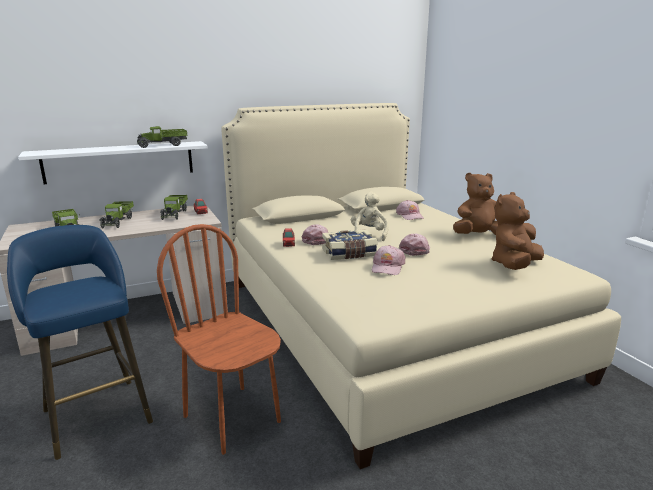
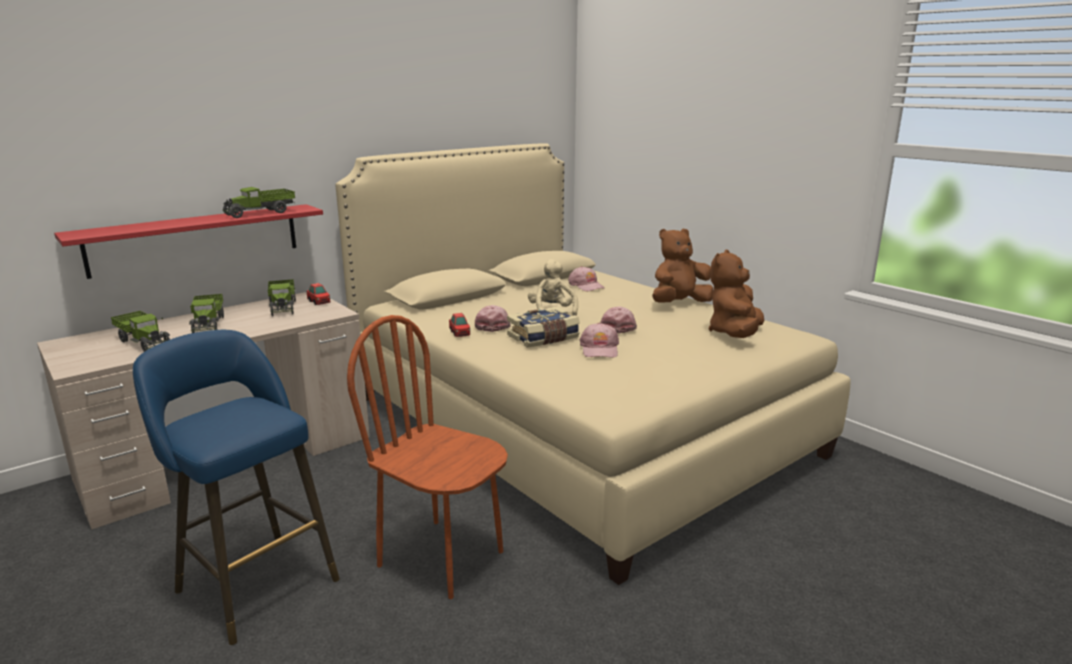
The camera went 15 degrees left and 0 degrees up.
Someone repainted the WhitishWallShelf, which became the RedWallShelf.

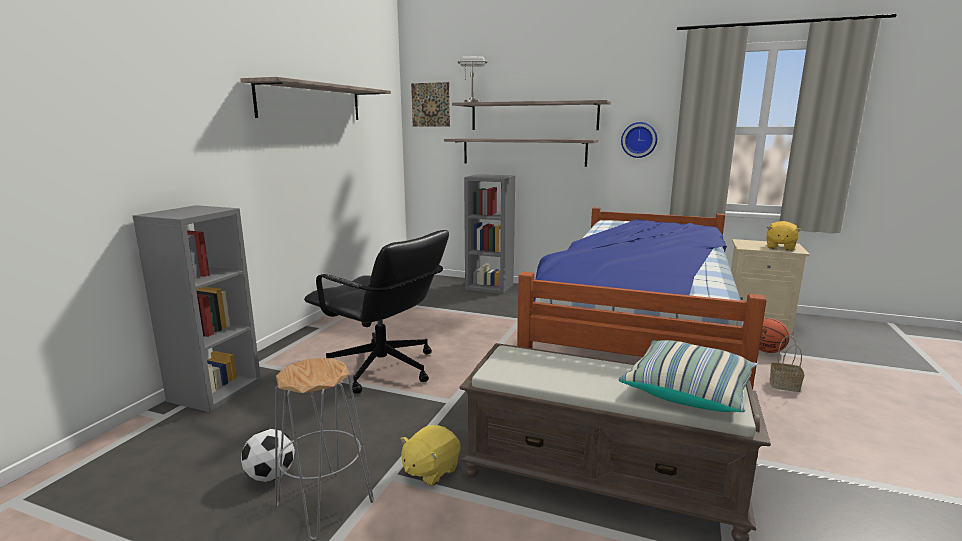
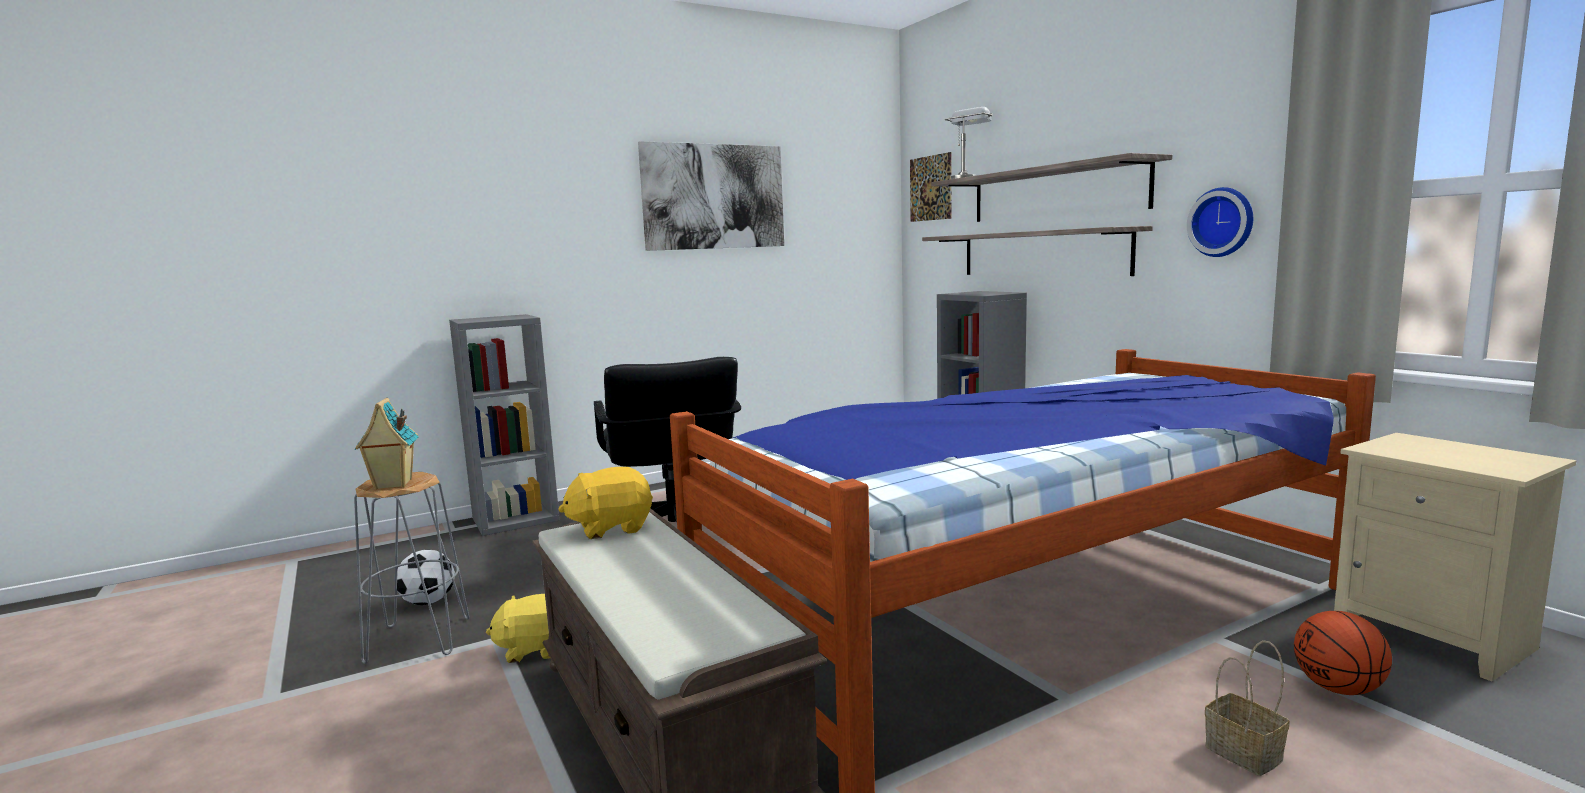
The camera went 40 degrees right and 5 degrees down.
Someone swapped the WallShelf (no. 1 from left) for the WallPicture (no. 1 from left).
Someone took away the Pillow.
Someone carried the YellowishCuddlyToy (no. 2 from left).
Someone put down the ModelHouse.

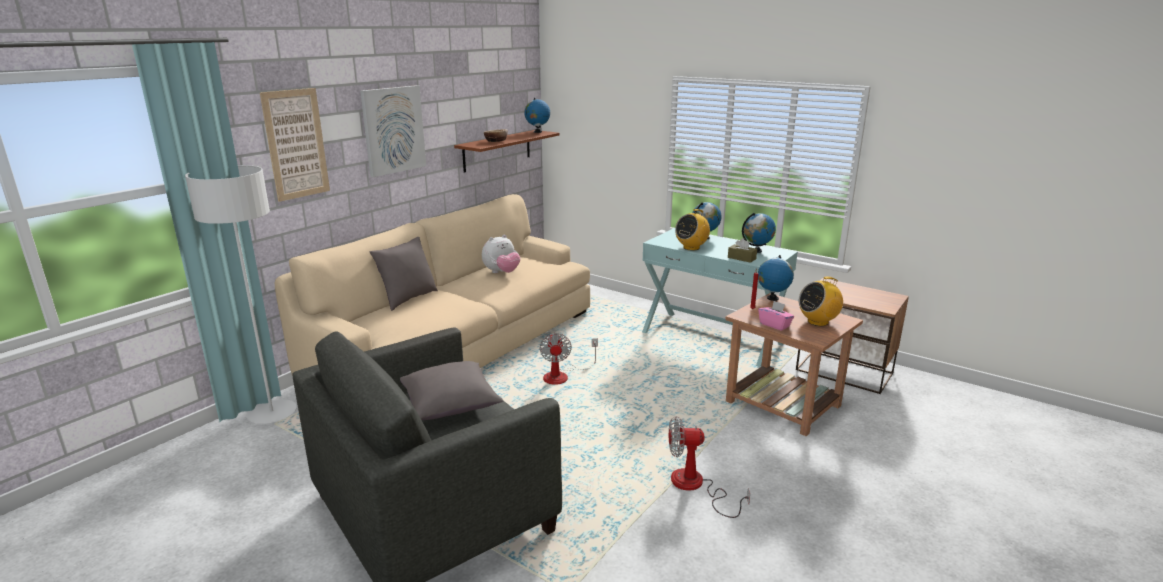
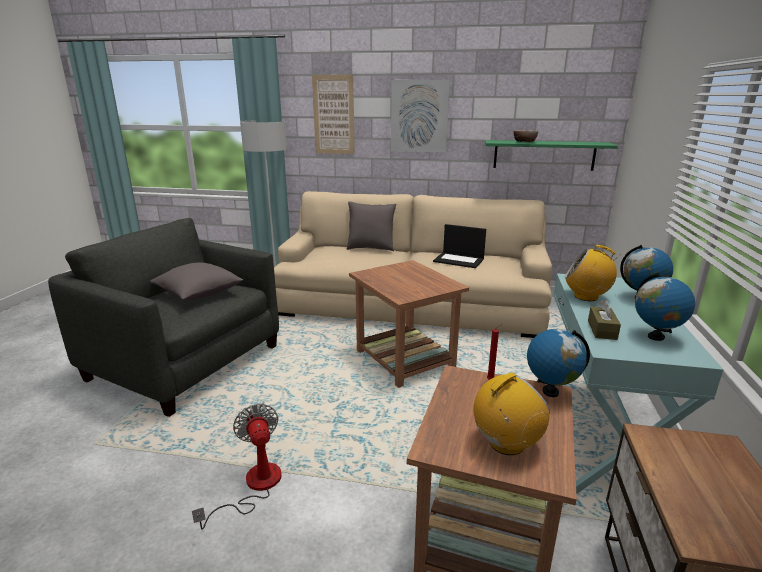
The camera went 65 degrees right and 0 degrees up.
Someone repainted the BrownColouredWallShelf, which became the GreenColouredWallShelf.
Someone swapped the CuddlyToy for the NotebookComputer.
Someone took away the Globe (no. 1 from left).
Someone swapped the CoolingFan (no. 1 from left) for the BrownColouredEndTable (no. 1 from left).
Someone took away the PinkTissueHolder.
Someone rotated the RadioSet (no. 2 from left in the first image) by 105 degrees clockwise.

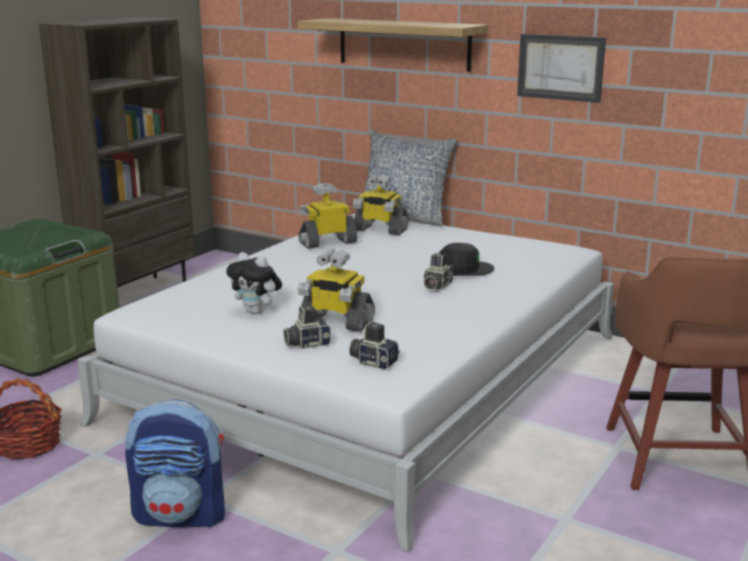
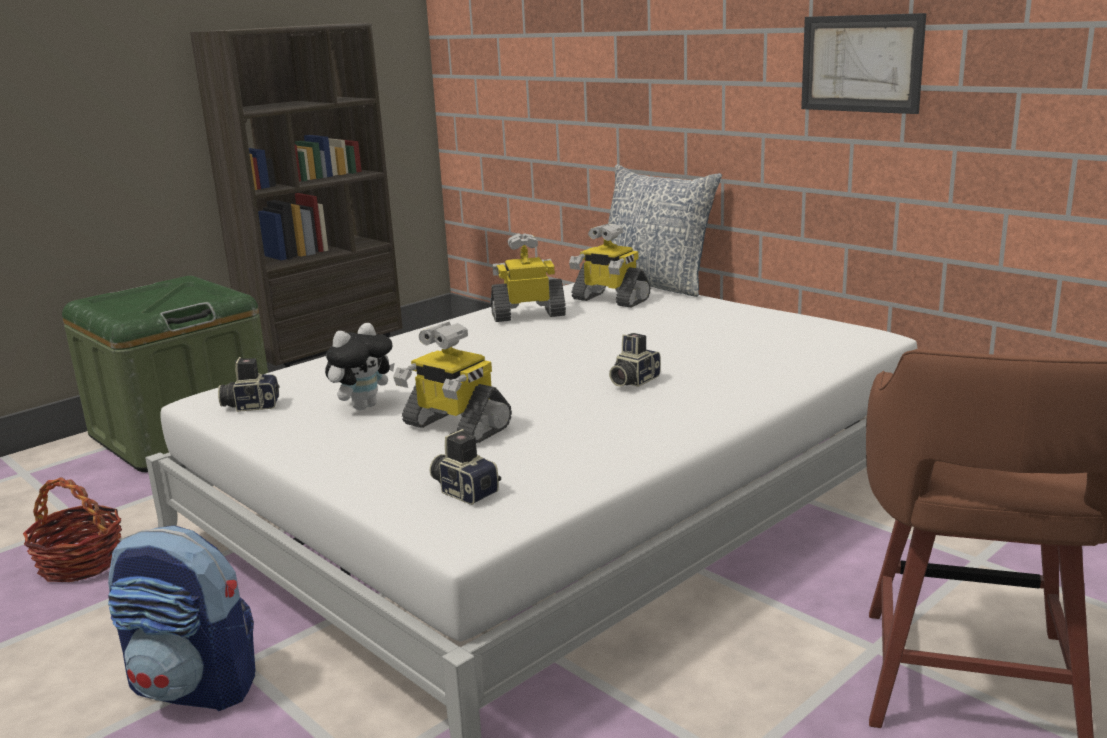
The camera went 15 degrees right and 0 degrees up.
Someone rotated the CuddlyToy by 90 degrees counterclockwise.
Someone carried the StillCamera (no. 1 from left).
Someone took away the WallShelf.
Someone took away the BlackishCap.

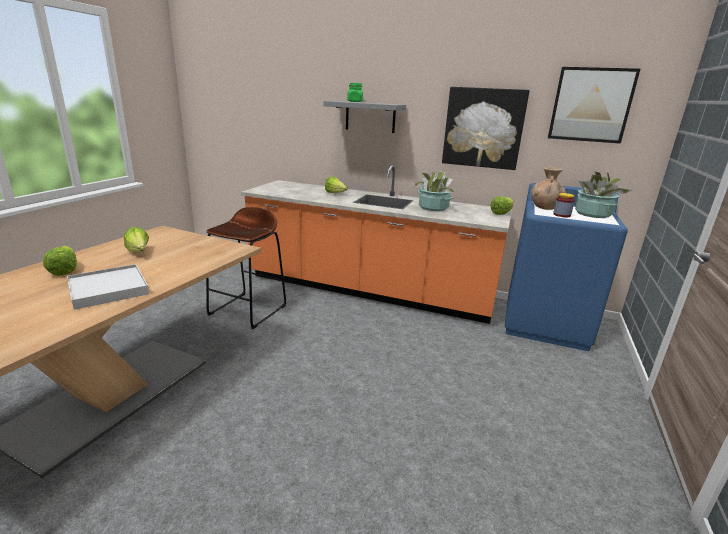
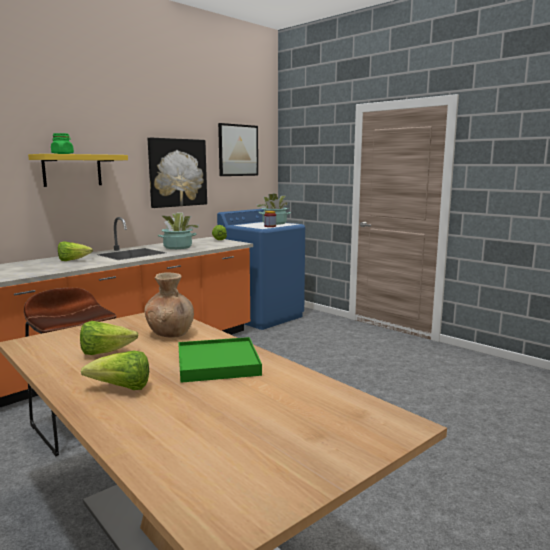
The camera went 65 degrees left and 10 degrees down.
Someone repainted the WhitishCarryingTray, which became the GreenColouredCarryingTray.
Someone repainted the GrayWallShelf, which became the YellowishWallShelf.
Someone carried the BrownColouredVase.

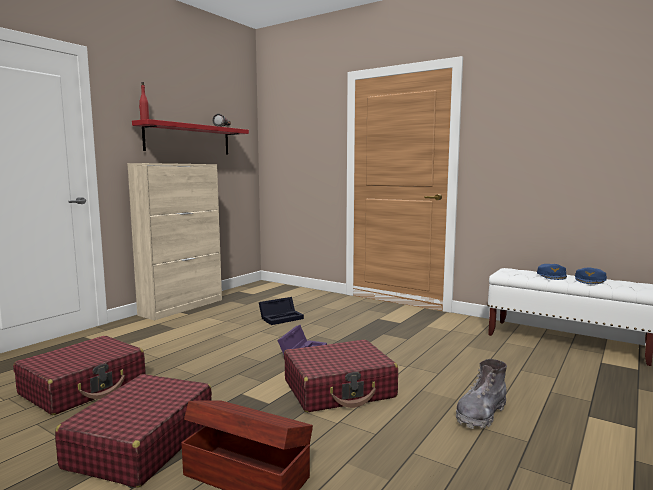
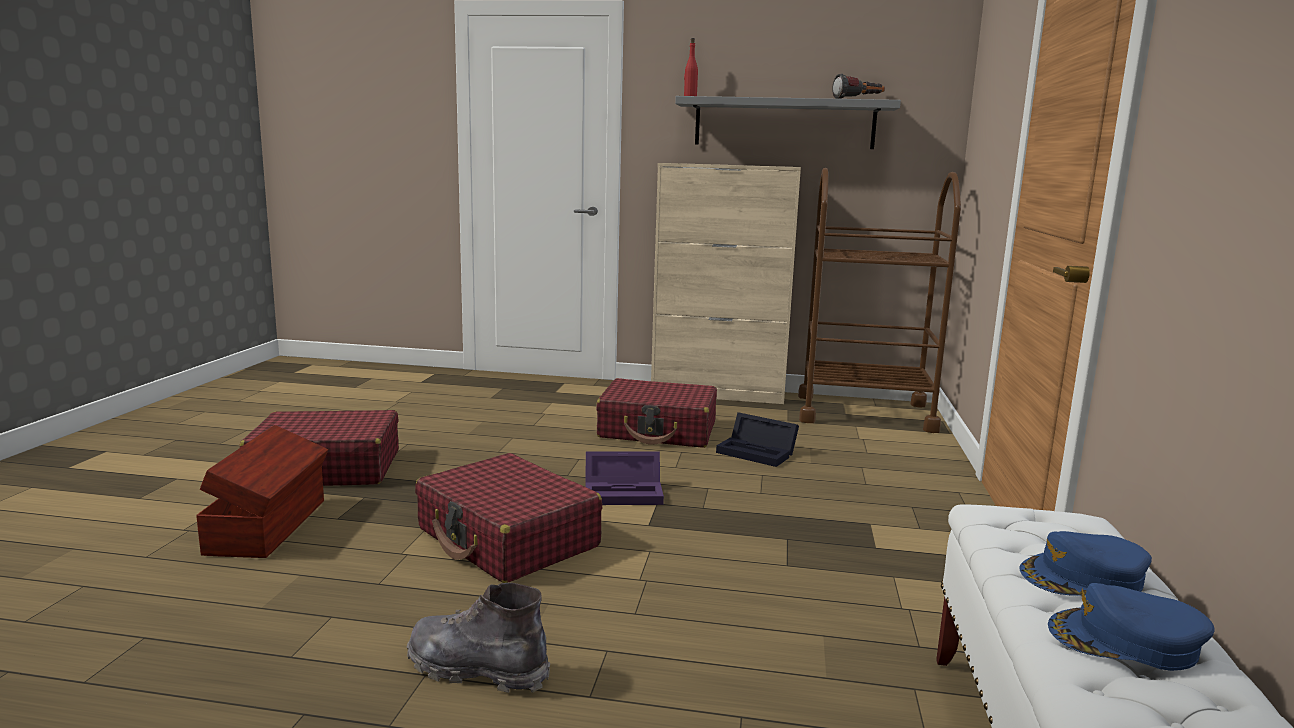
The camera went 65 degrees right and 5 degrees up.
Someone carried the RedPieceOfLuggage (no. 1 from left in the first image).
Someone repainted the RedWallShelf, which became the GrayWallShelf.
Someone put down the BrownColouredWheeledCart.

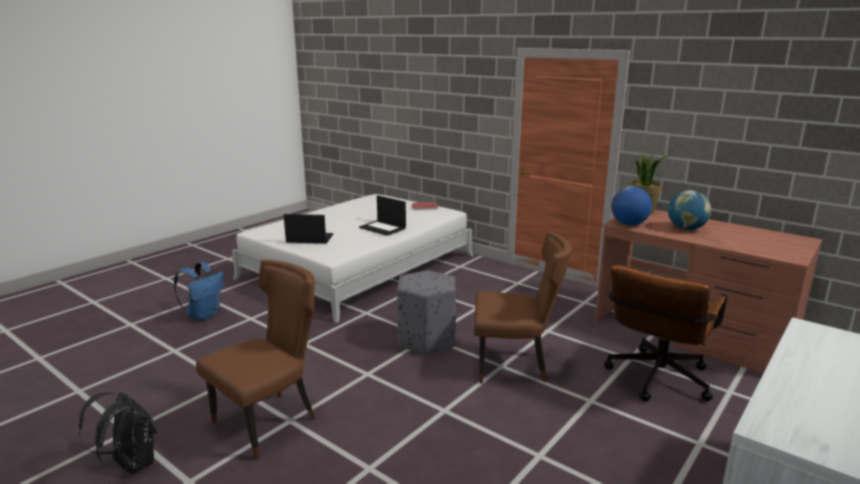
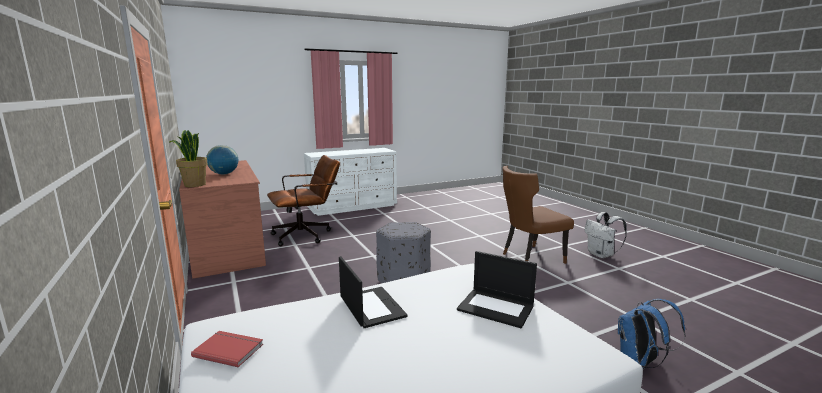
The camera went 155 degrees left and 5 degrees down.
Someone repainted the BlackishRucksack, which became the WhitishRucksack.
Someone took away the BrownColouredChair (no. 2 from left).
Someone took away the Globe (no. 1 from left).

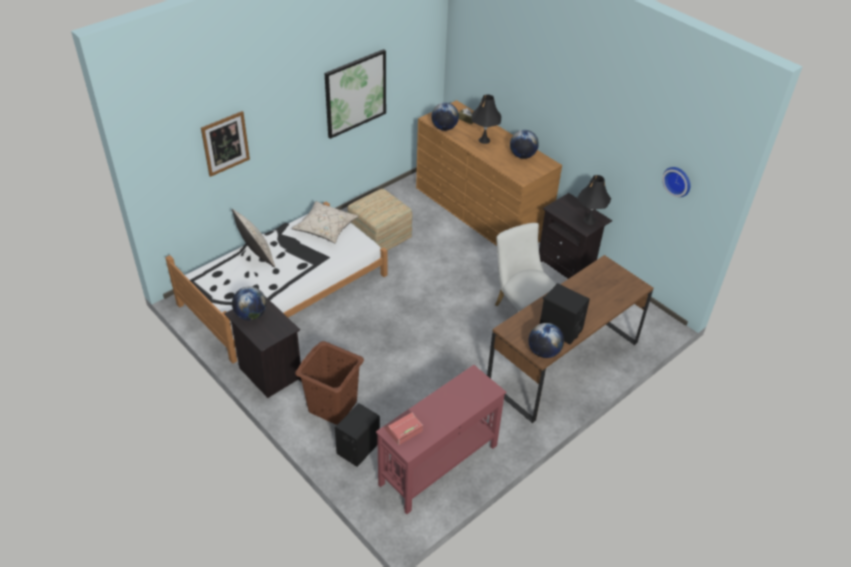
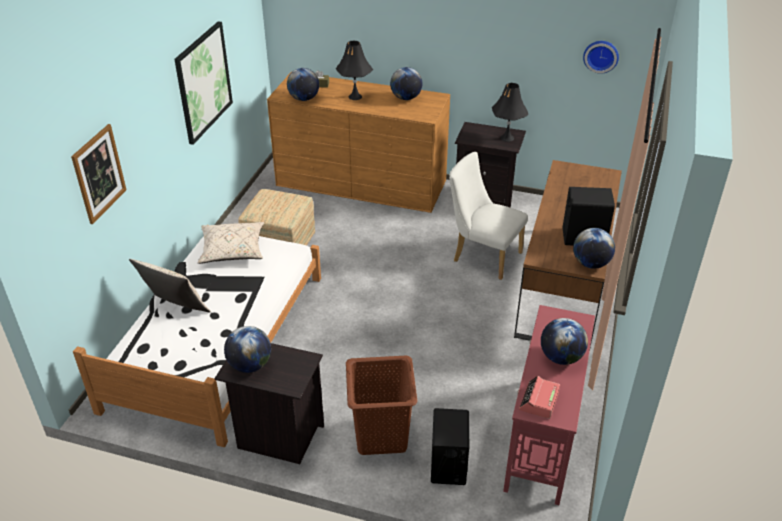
The camera went 30 degrees left and 5 degrees down.
Someone put down the Globe (no. 4 from left).

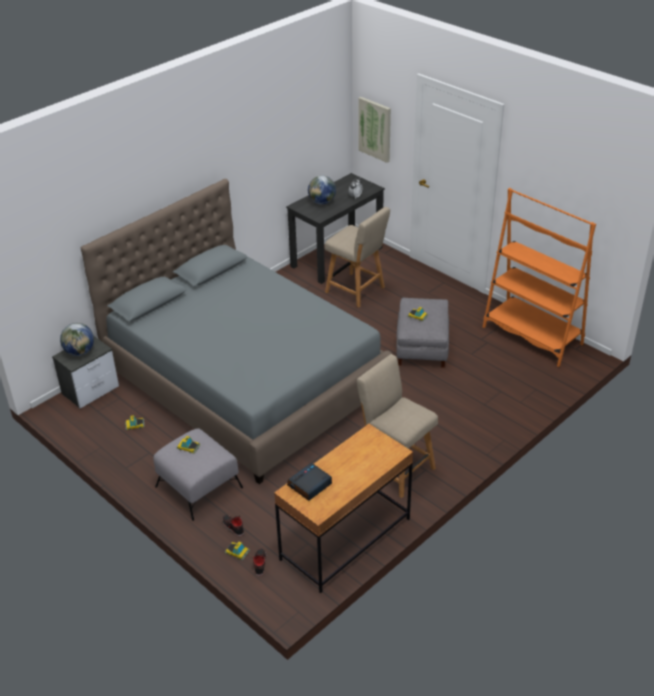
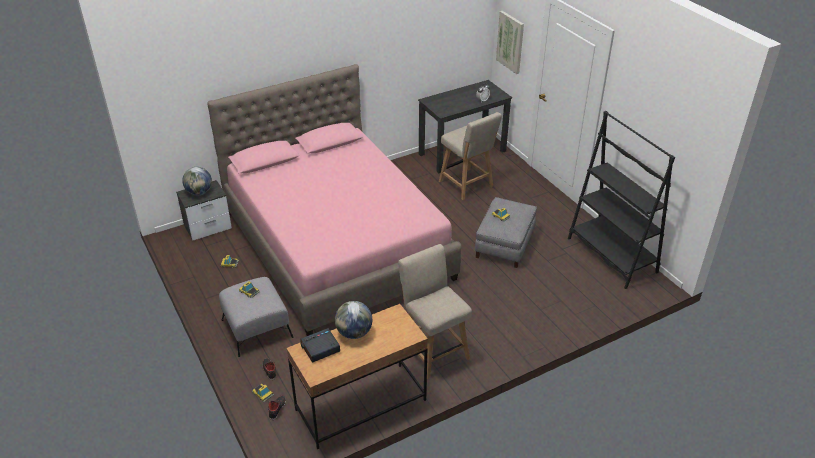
The camera went 15 degrees right and 0 degrees up.
Someone repainted the GrayBedroomBed, which became the PinkBedroomBed.
Someone carried the Globe (no. 2 from left).
Someone repainted the OrangeBookshelf, which became the BlackishBookshelf.

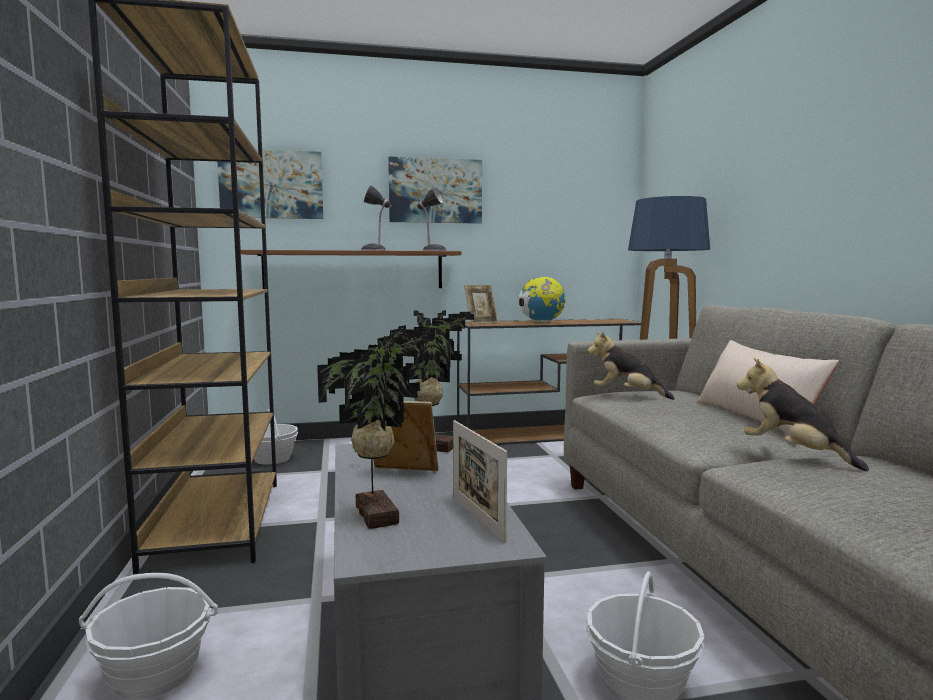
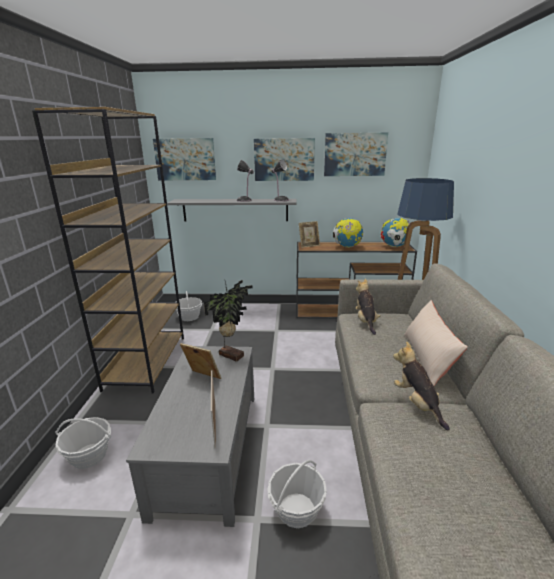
The camera went 15 degrees right and 15 degrees up.
Someone repainted the BrownColouredWallShelf, which became the GrayWallShelf.
Someone took away the Houseplant (no. 1 from left).
Someone rotated the CuddlyToy (no. 1 from left) by 45 degrees clockwise.
Someone put up the WallPicture (no. 3 from left).
Someone put down the Globe (no. 2 from left).

